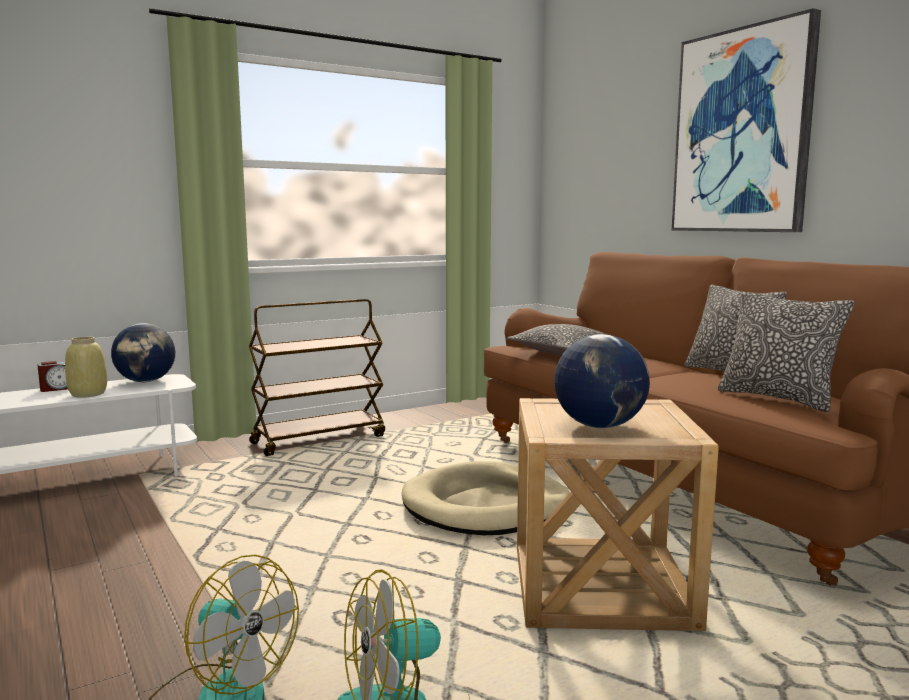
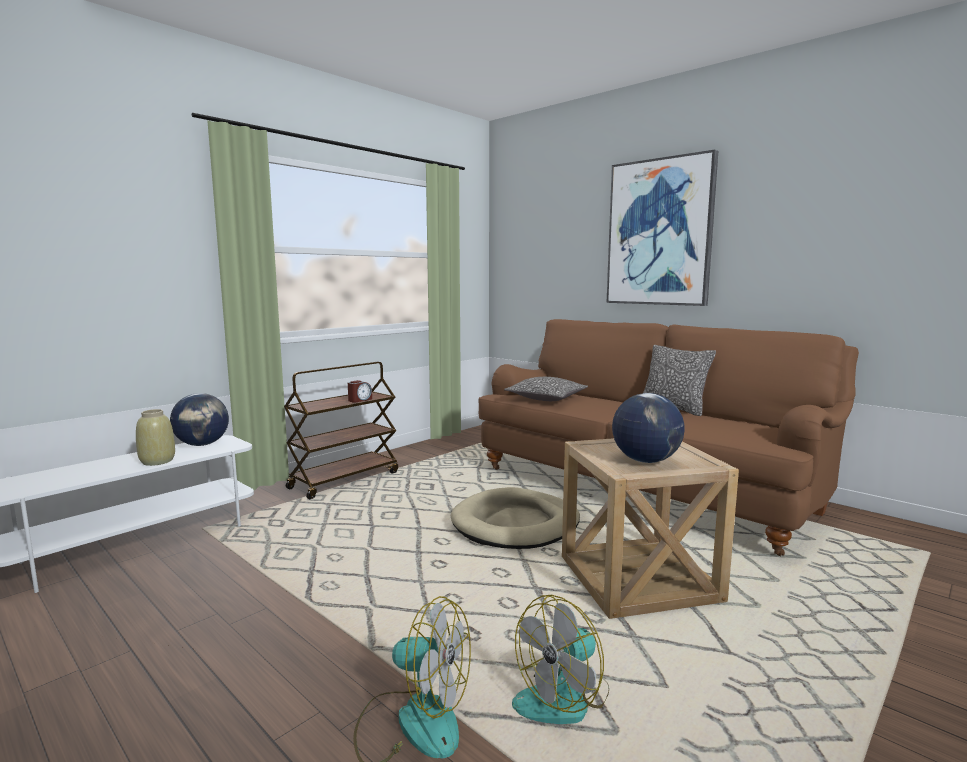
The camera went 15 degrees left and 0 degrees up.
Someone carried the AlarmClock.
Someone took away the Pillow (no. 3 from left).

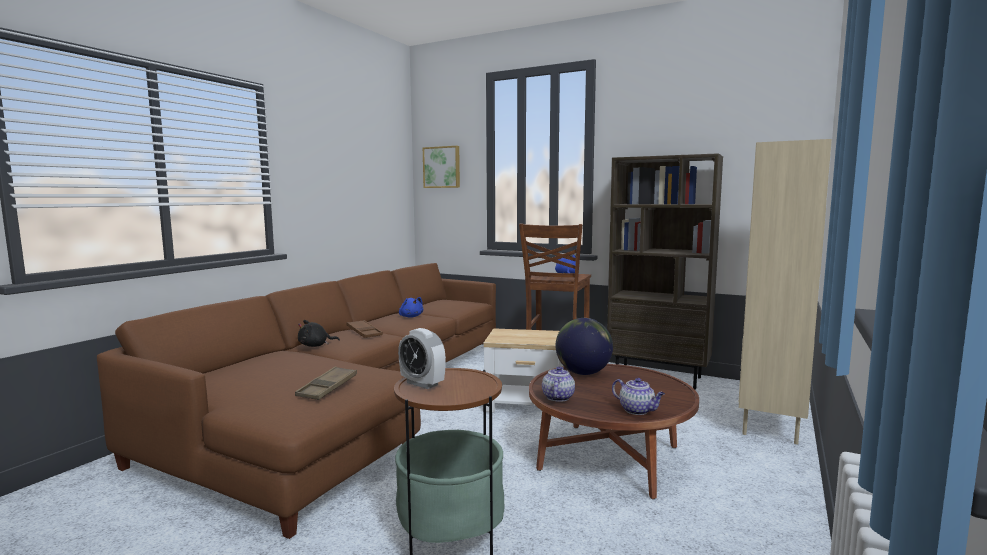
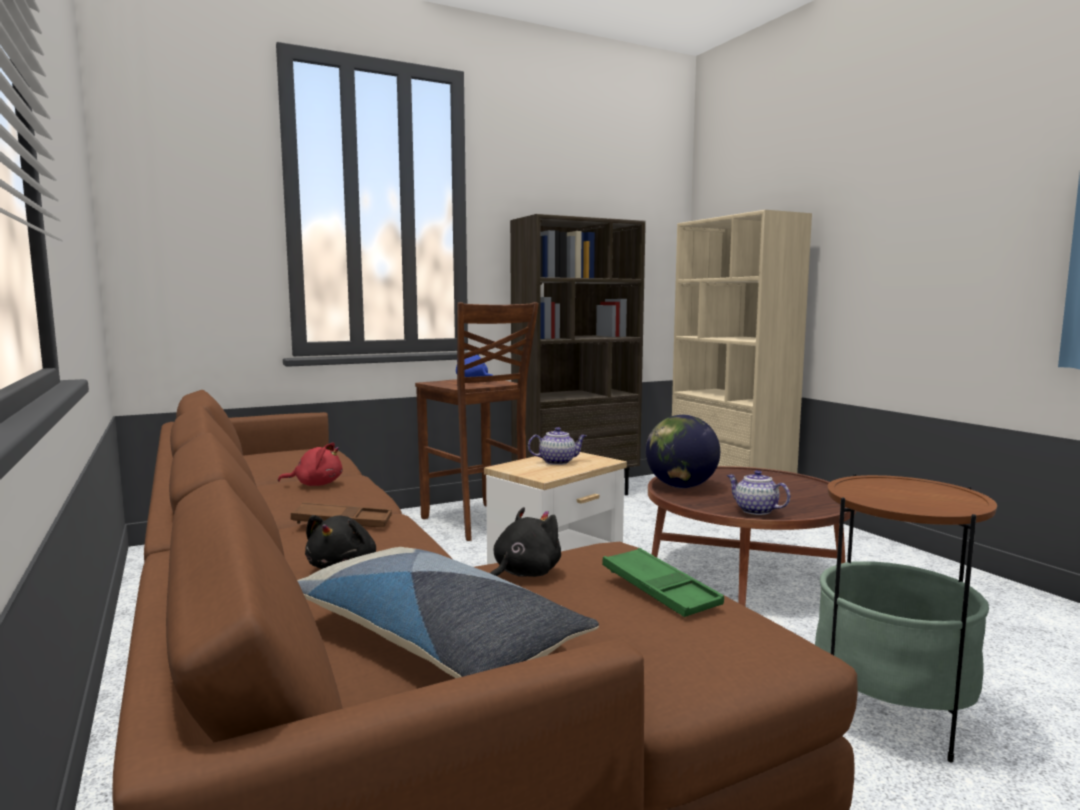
The camera went 55 degrees left and 0 degrees up.
Someone repainted the BrownColouredCarryingTray (no. 1 from left), which became the GreenColouredCarryingTray.
Someone took away the AlarmClock.
Someone repainted the BlueCuddlyToy (no. 1 from left), which became the RedCuddlyToy.
Someone took away the WallPicture.
Someone carried the Teapot (no. 2 from left in the first image).
Someone put down the Pillow.
Someone put down the BlackishCuddlyToy (no. 2 from left).

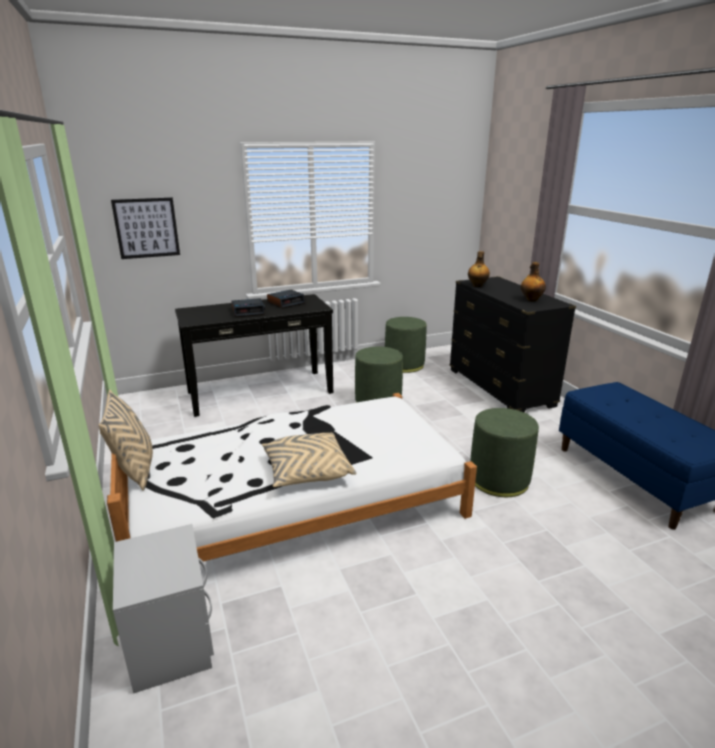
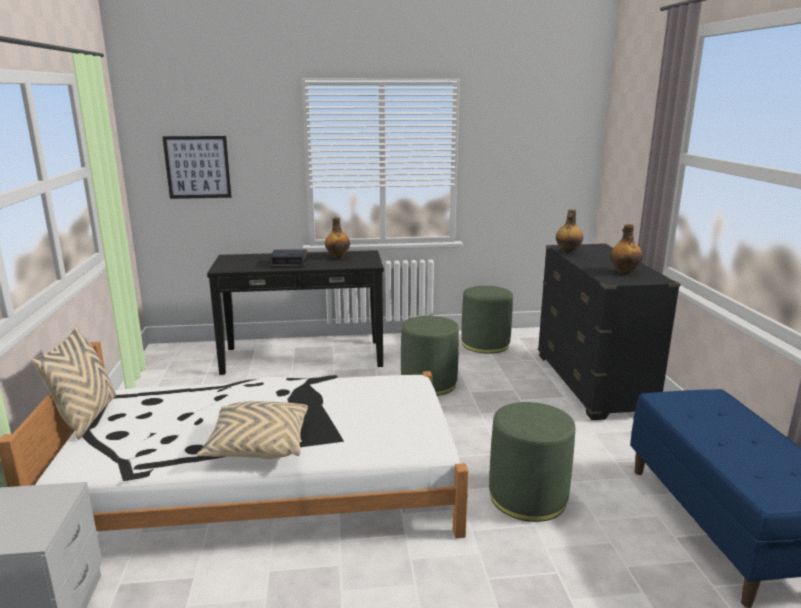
The camera went 15 degrees right and 5 degrees down.
Someone swapped the AlarmClock (no. 2 from left) for the BeverageBottle (no. 1 from left).

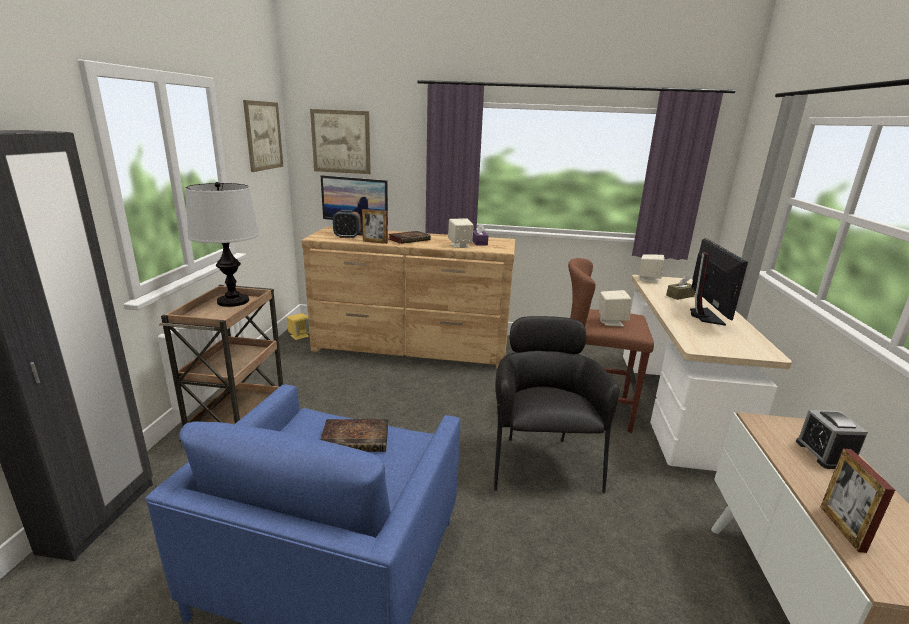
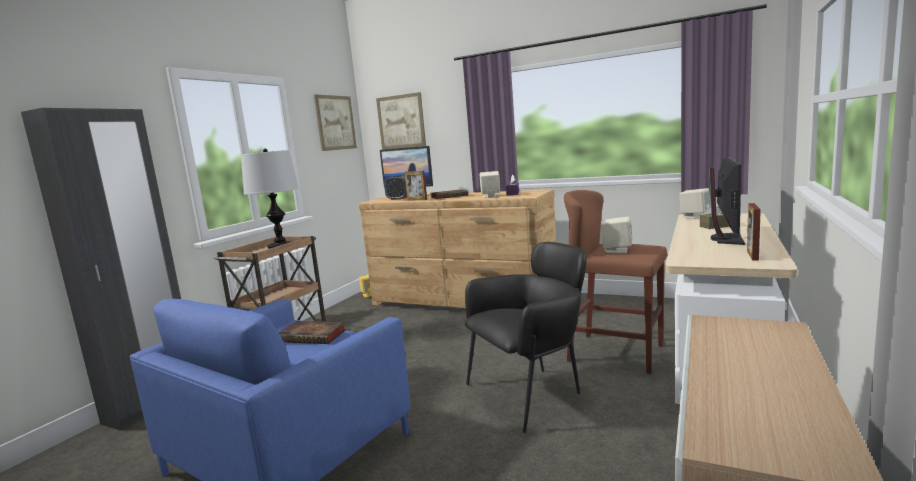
The camera went 20 degrees right and 10 degrees down.
Someone rotated the BlackishEasyChair by 45 degrees clockwise.
Someone took away the AlarmClock (no. 2 from left).
Someone carried the StandingFrame (no. 2 from left).

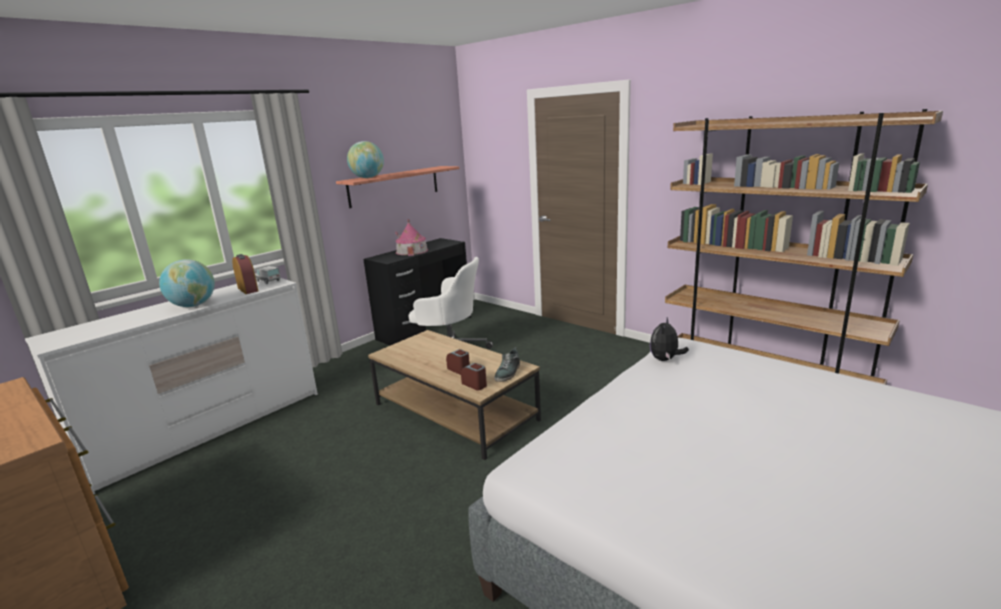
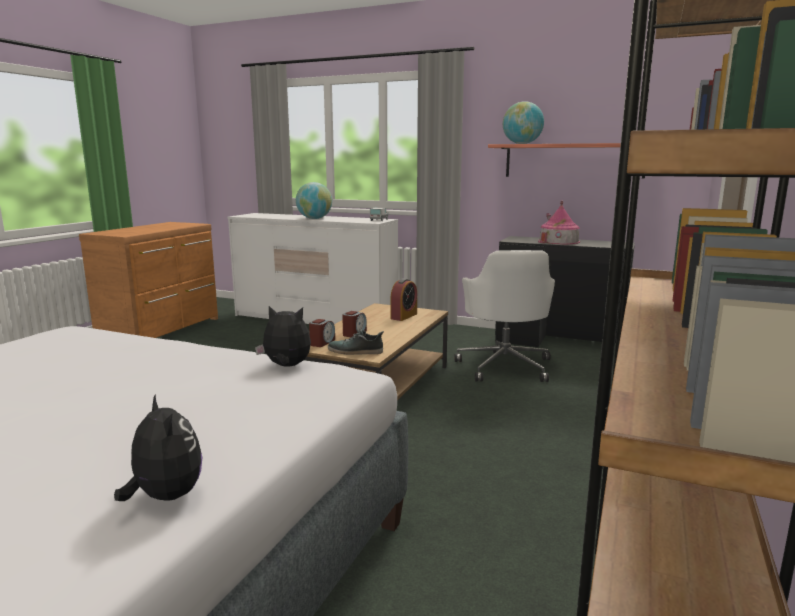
The camera went 70 degrees right and 5 degrees down.
Someone carried the AlarmClock (no. 1 from left in the first image).
Someone put down the CuddlyToy (no. 1 from left).

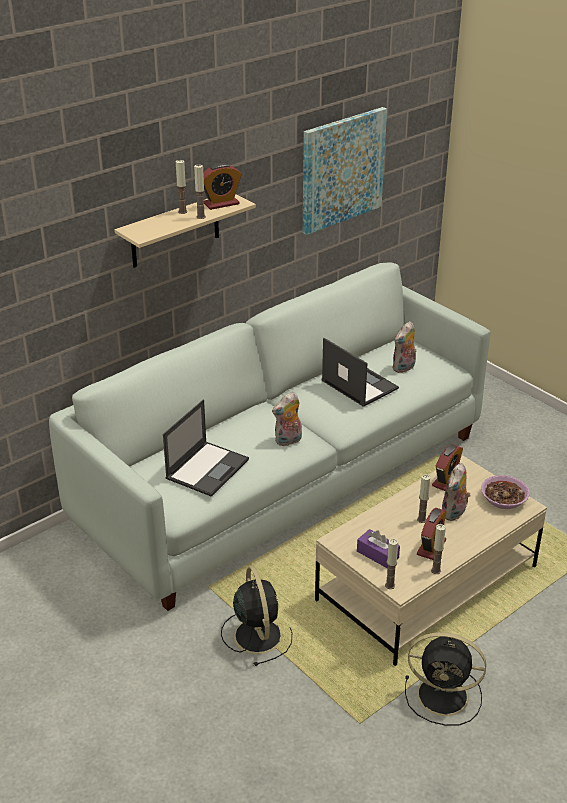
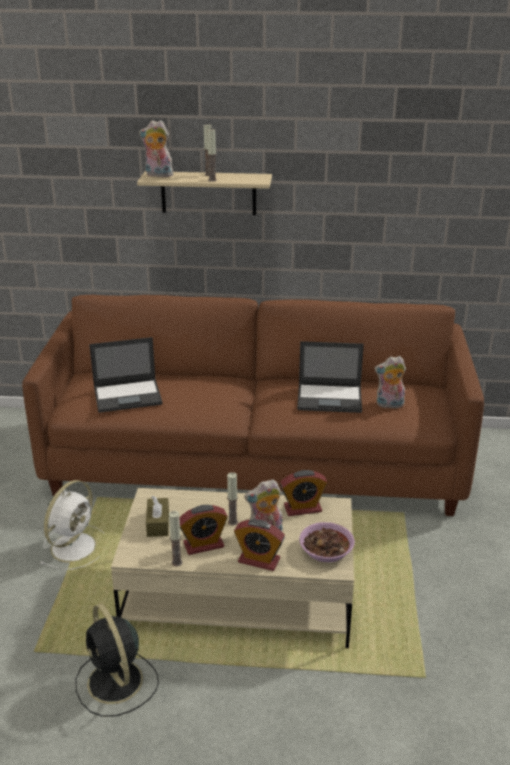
The camera went 45 degrees right and 5 degrees down.
Someone repainted the WhitishCouch, which became the BrownColouredCouch.
Someone carried the AlarmClock (no. 1 from left in the first image).
Someone repainted the BlackishCoolingFan (no. 1 from left), which became the WhitishCoolingFan.
Someone carried the CuddlyToy (no. 1 from left).
Someone took away the WallPicture.
Someone rotated the NotebookComputer (no. 2 from left) by 90 degrees clockwise.
Someone repainted the PurpleColouredTissueHolder, which became the BrownColouredTissueHolder.
Someone took away the Candle (no. 3 from left).

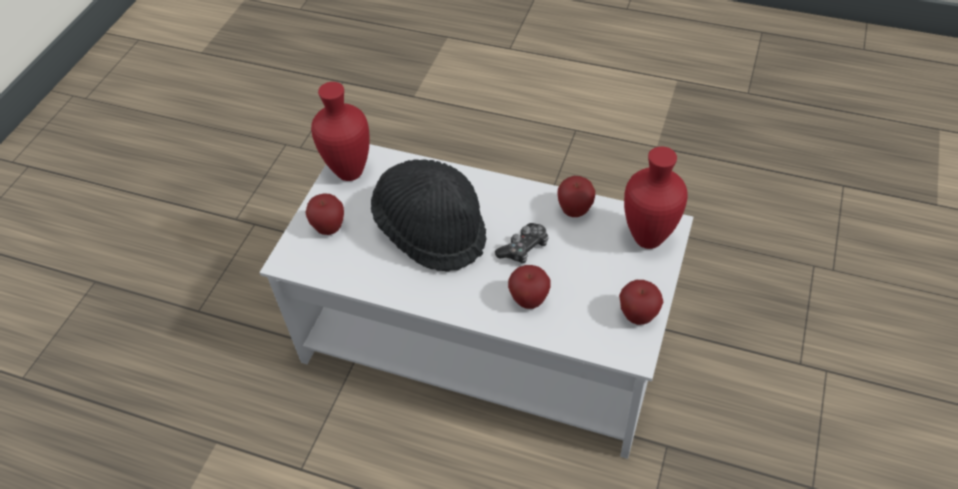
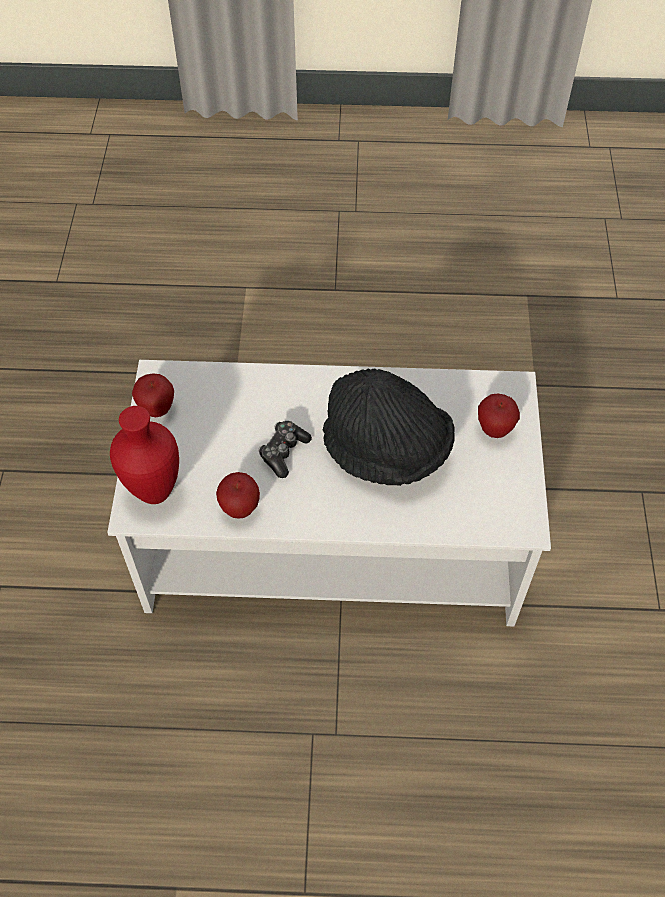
The camera went 160 degrees right and 5 degrees up.
Someone took away the RedVase (no. 1 from left).
Someone took away the Apple (no. 2 from left).

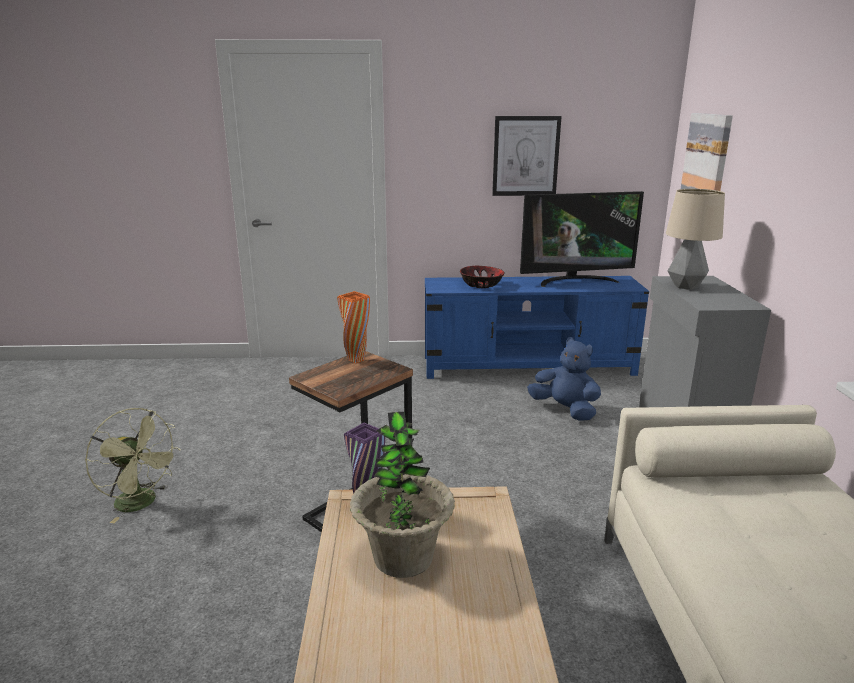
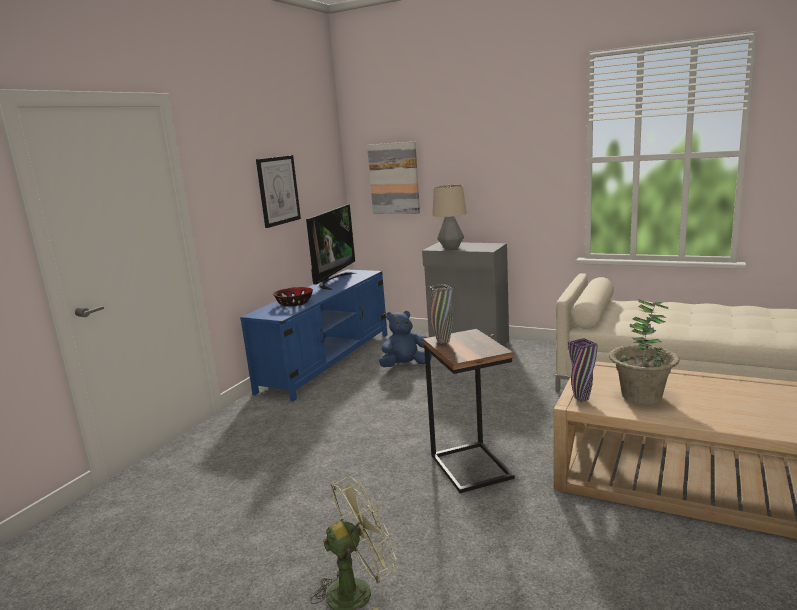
The camera went 60 degrees left and 5 degrees down.
Someone repainted the OrangeVase, which became the GrayVase.

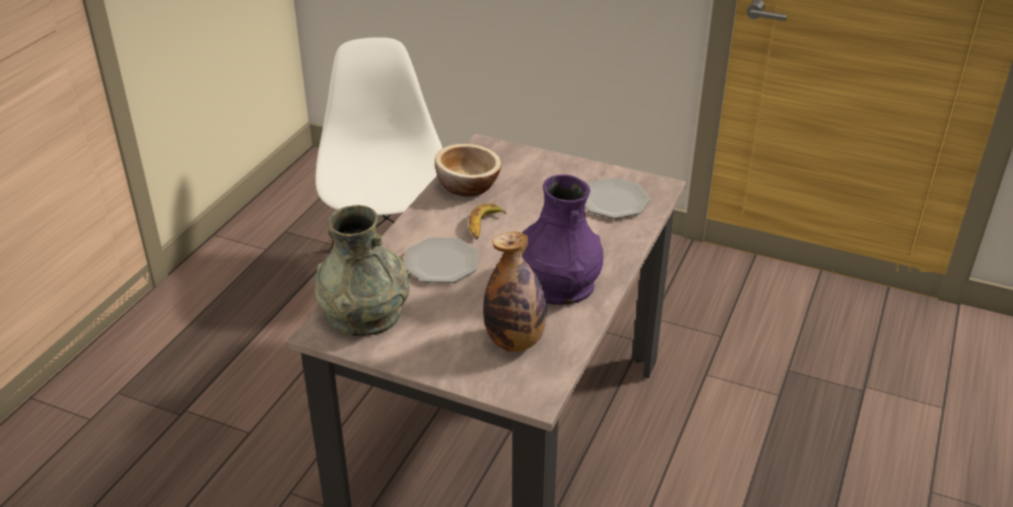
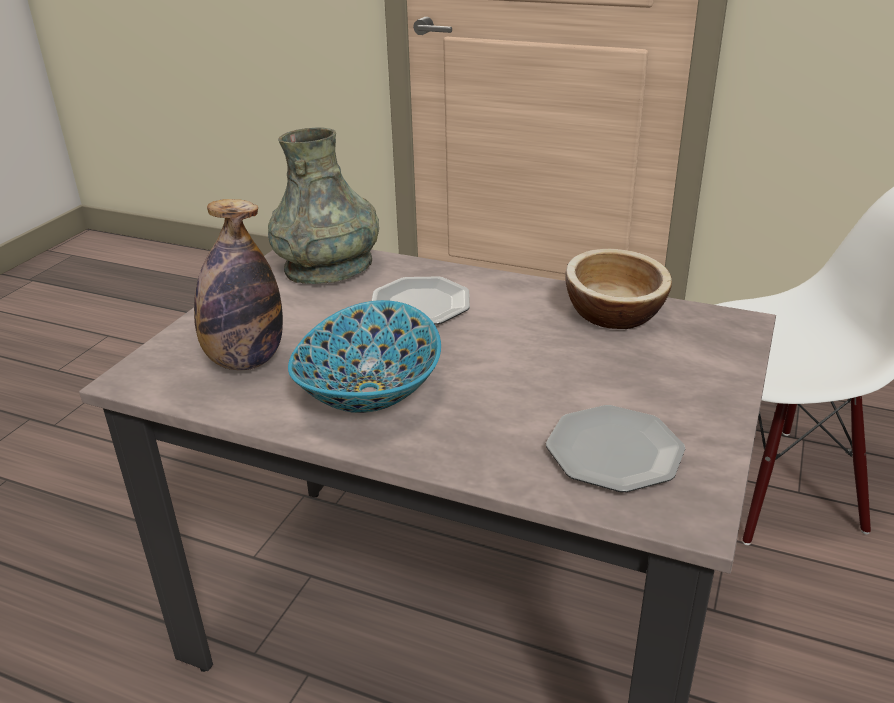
The camera went 90 degrees right and 5 degrees down.
Someone took away the BananaFruit.
Someone swapped the PurpleColouredVase for the DeepDish (no. 1 from left).

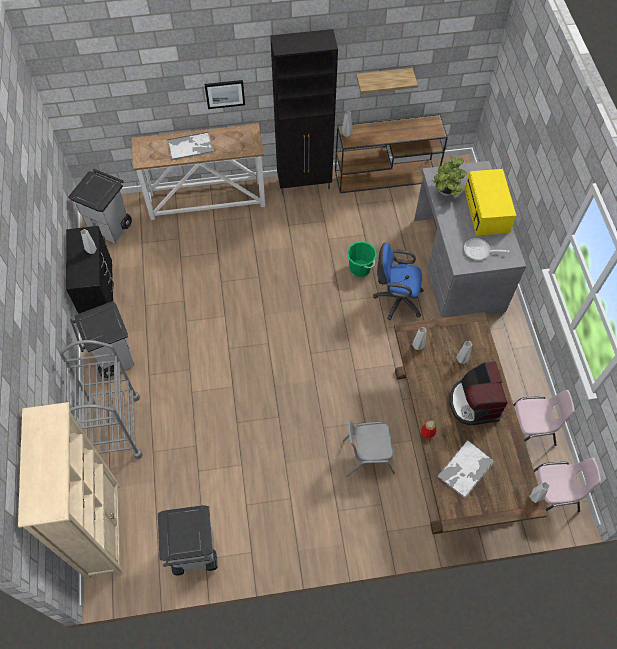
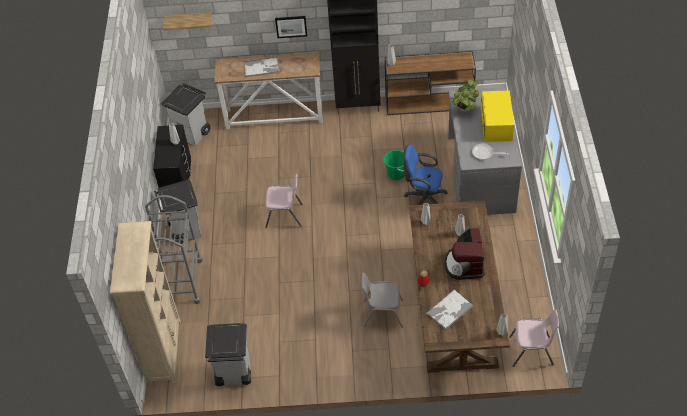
The camera went 10 degrees right and 10 degrees down.
Someone carried the WallShelf.
Someone carried the PinkChair (no. 1 from left).

